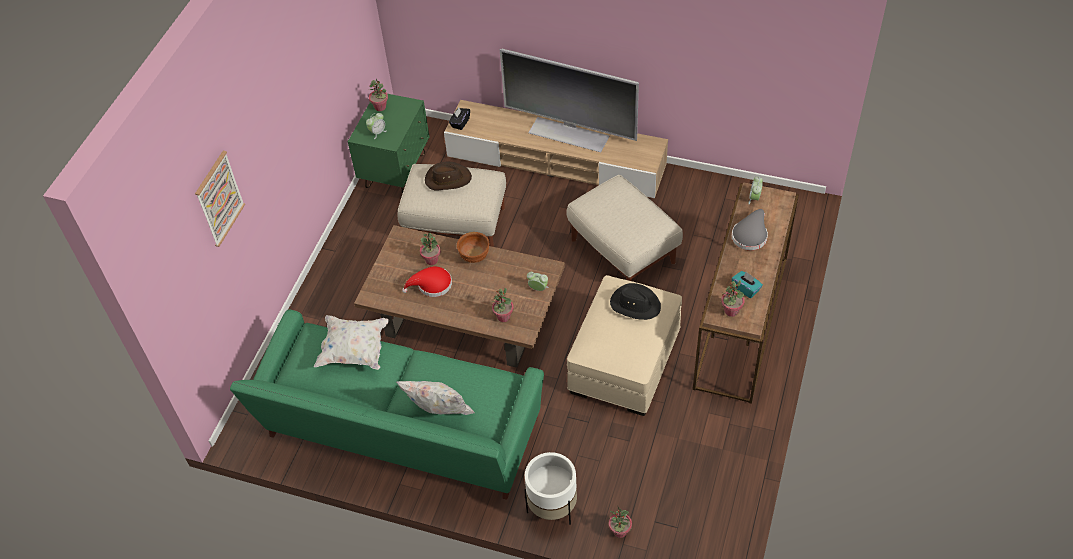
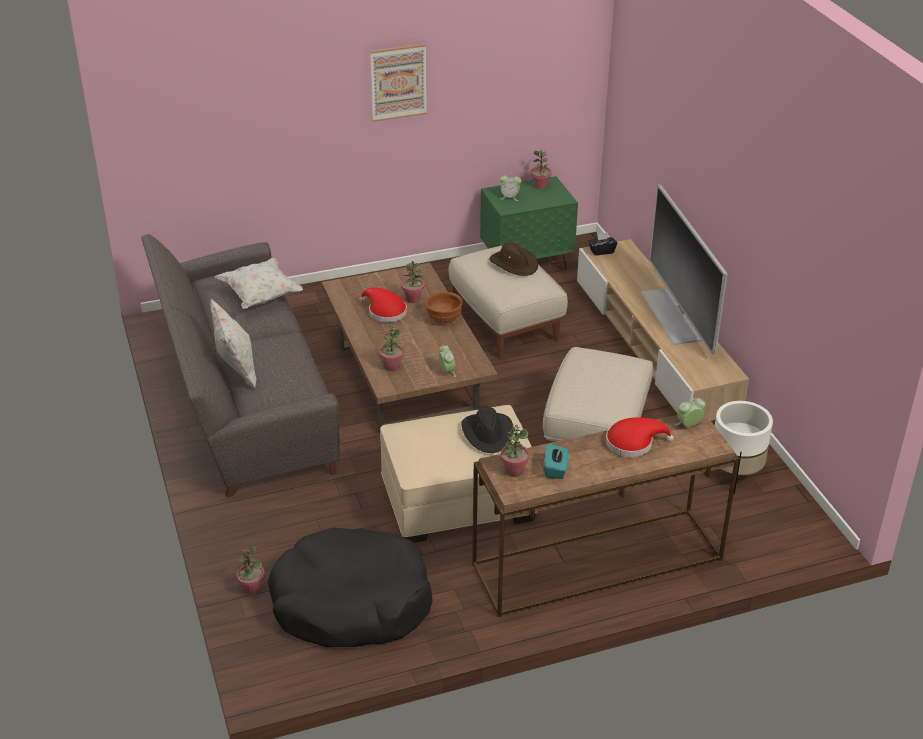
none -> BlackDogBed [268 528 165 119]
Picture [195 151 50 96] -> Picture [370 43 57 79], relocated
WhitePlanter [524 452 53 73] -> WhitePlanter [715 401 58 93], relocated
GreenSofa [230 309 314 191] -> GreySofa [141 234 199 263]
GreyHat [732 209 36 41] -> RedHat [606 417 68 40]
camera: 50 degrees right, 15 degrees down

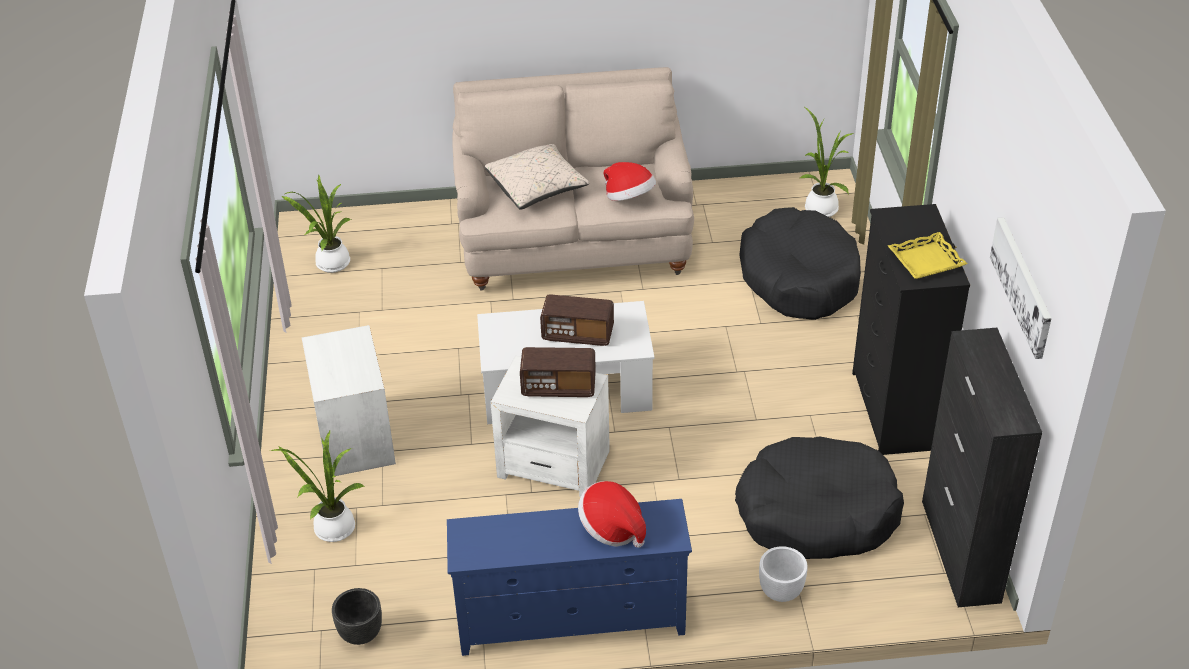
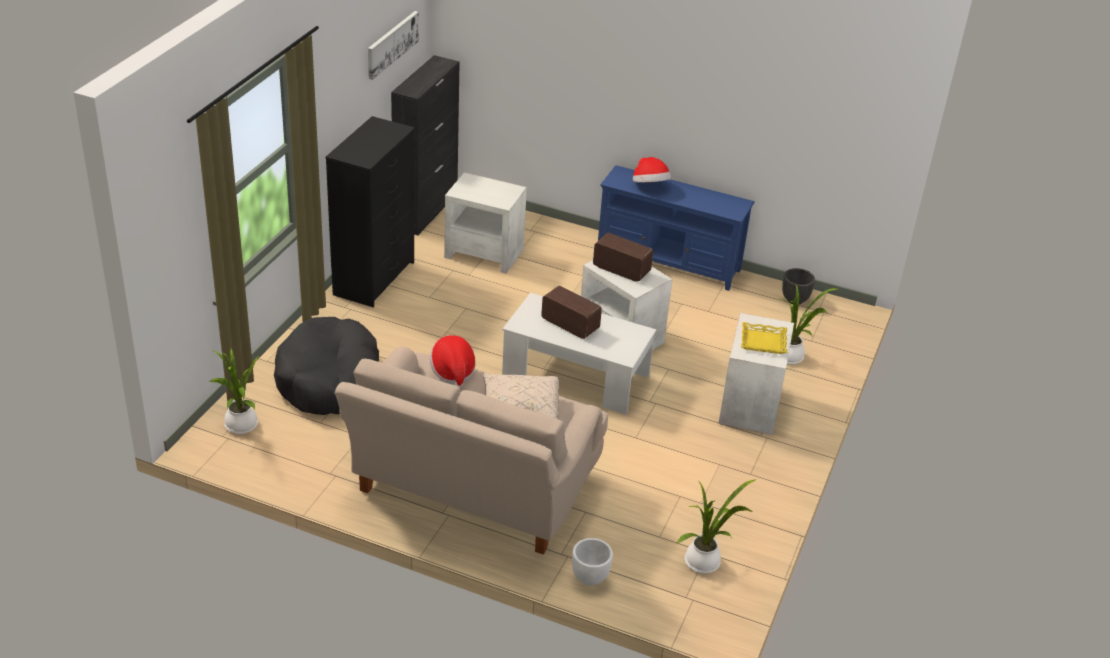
WhitePlanter [759 546 49 56] -> WhitePlanter [572 538 41 48], relocated
YellowTray [888 232 80 47] -> YellowTray [741 322 46 32], relocated
BlackDogBed [735 436 169 123] -> WhiteSideTable [444 172 83 102]
camera: 155 degrees left, 5 degrees down

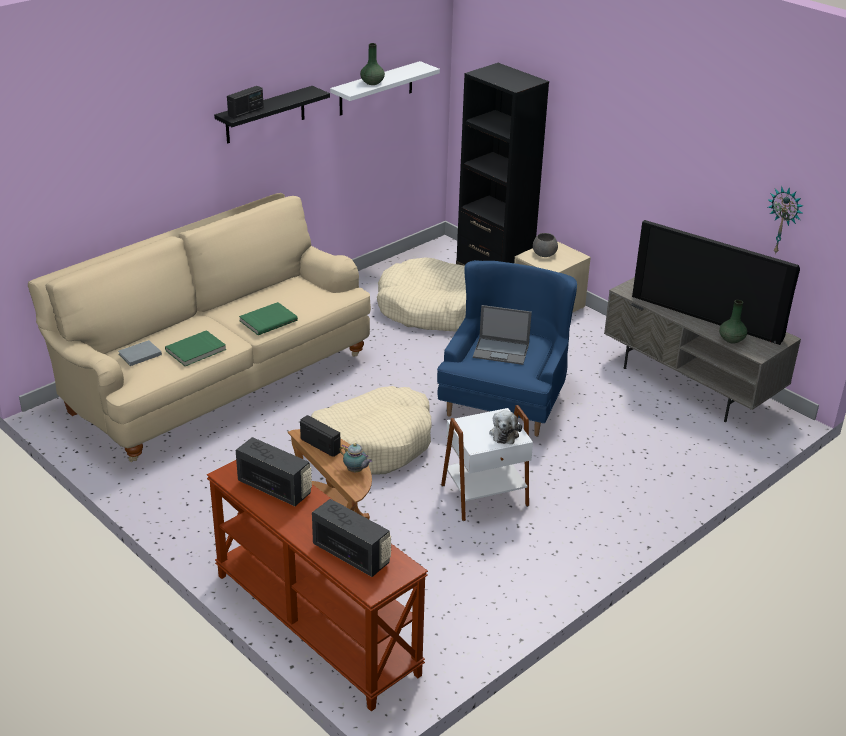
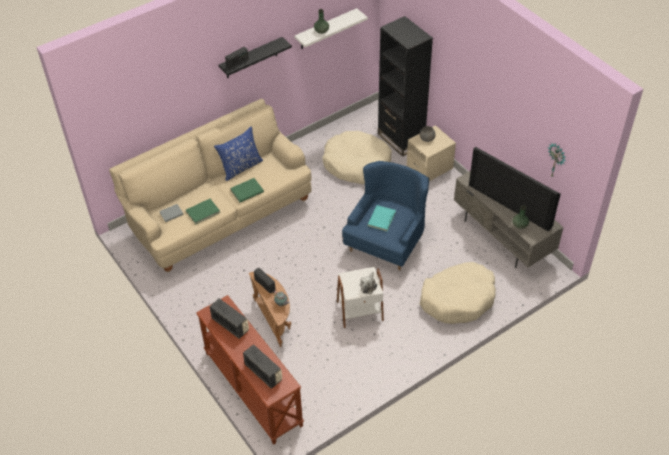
none -> BluePillow [214 127 49 54]
BeigeDogBed [311 386 120 89] -> BeigeDogBed [420 262 76 62], relocated
Laptop [473 305 59 60] -> TurquoiseBook [367 205 29 27]
camera: 10 degrees right, 15 degrees up

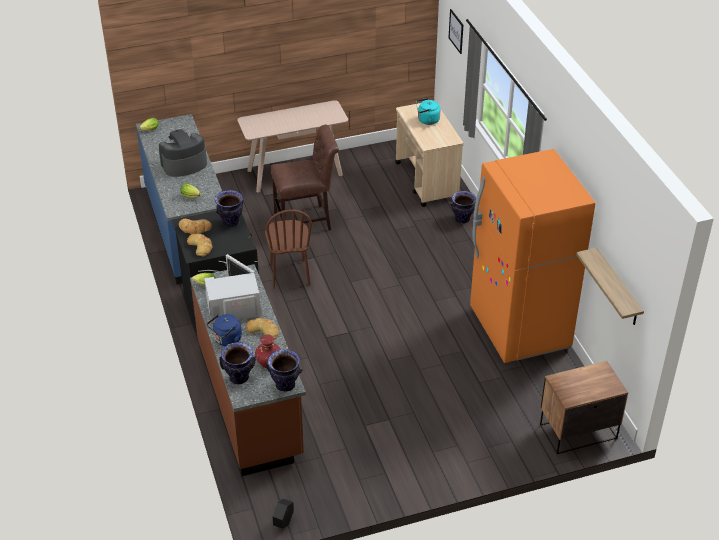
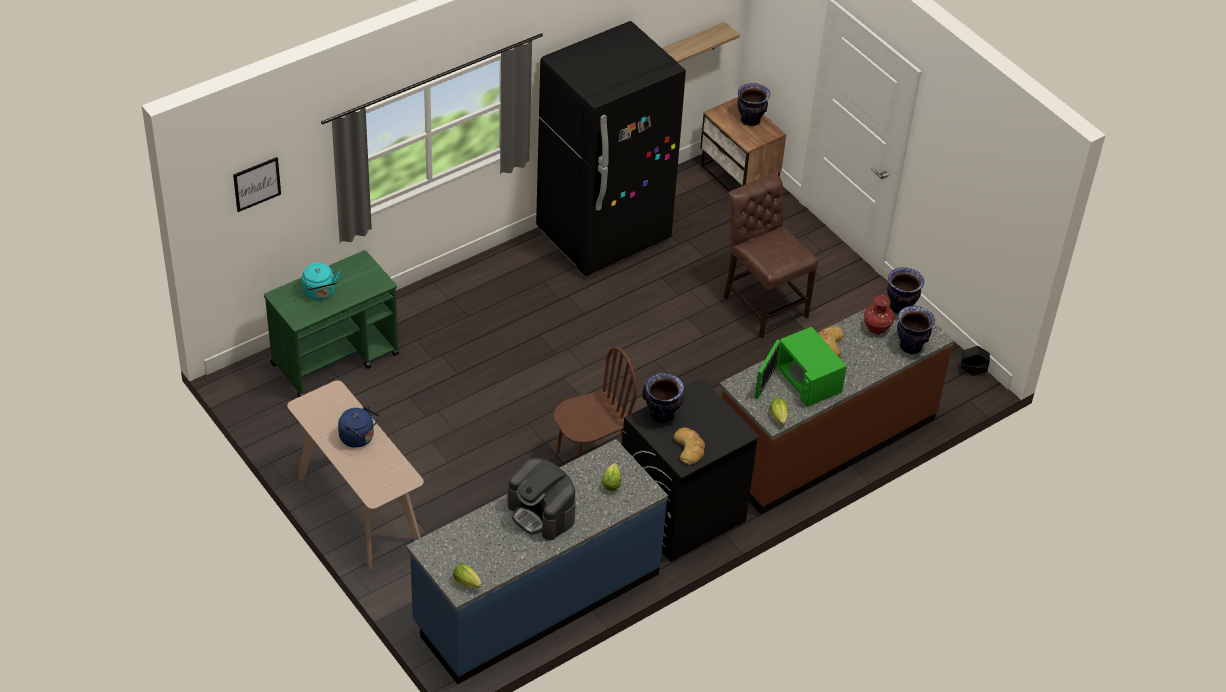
Bread [187 233 26 24] -> none
BlueKettle [207 314 35 32] -> BlueKettle [338 407 42 41], relocated
BrownChair [271 124 68 107] -> BrownChair [724 173 95 165], relocated
Vase [450 191 26 33] -> Vase [738 83 32 43], relocated
WhiteMicrowave [204 254 57 69] -> GreenMicrowave [755 327 92 80]
BeigeCart [395 103 69 104] -> GreenCart [264 250 135 147]
OrangeFridge [470 149 125 214] -> BlackFridge [536 21 150 255]
camera: 110 degrees left, 5 degrees up

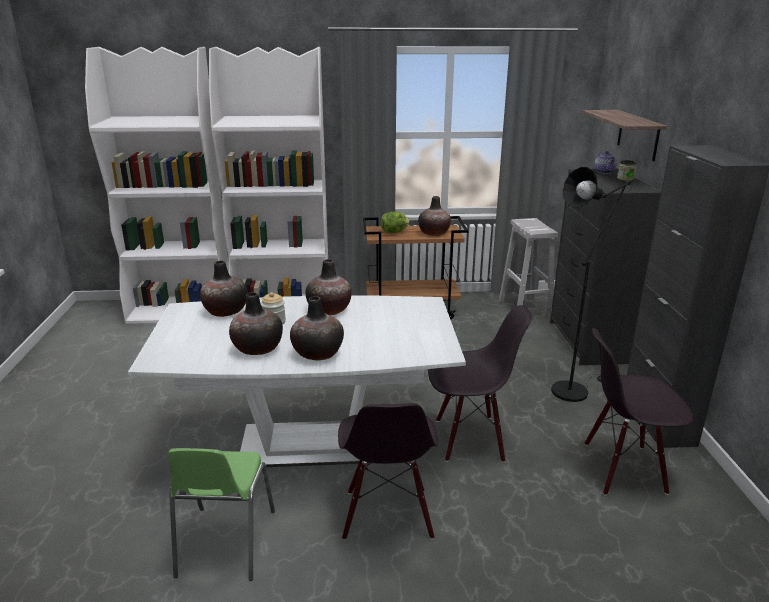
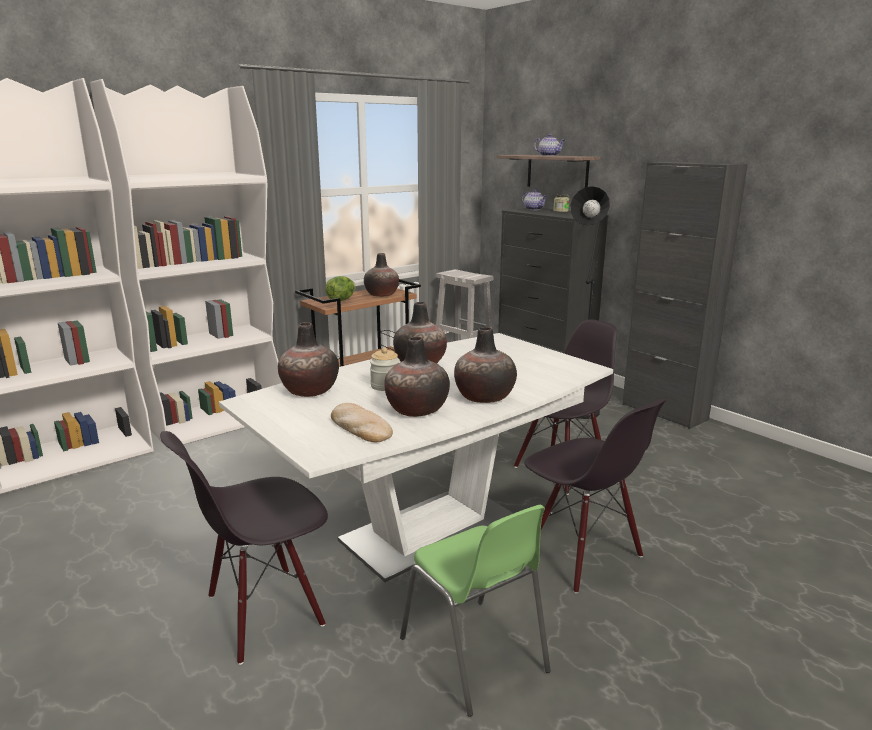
none -> Bread [331 403 62 39]
none -> Teapot [534 134 31 22]
BlackChair [584 328 110 168] -> BlackChair [160 431 168 234], relocated
camera: 35 degrees left, 5 degrees down

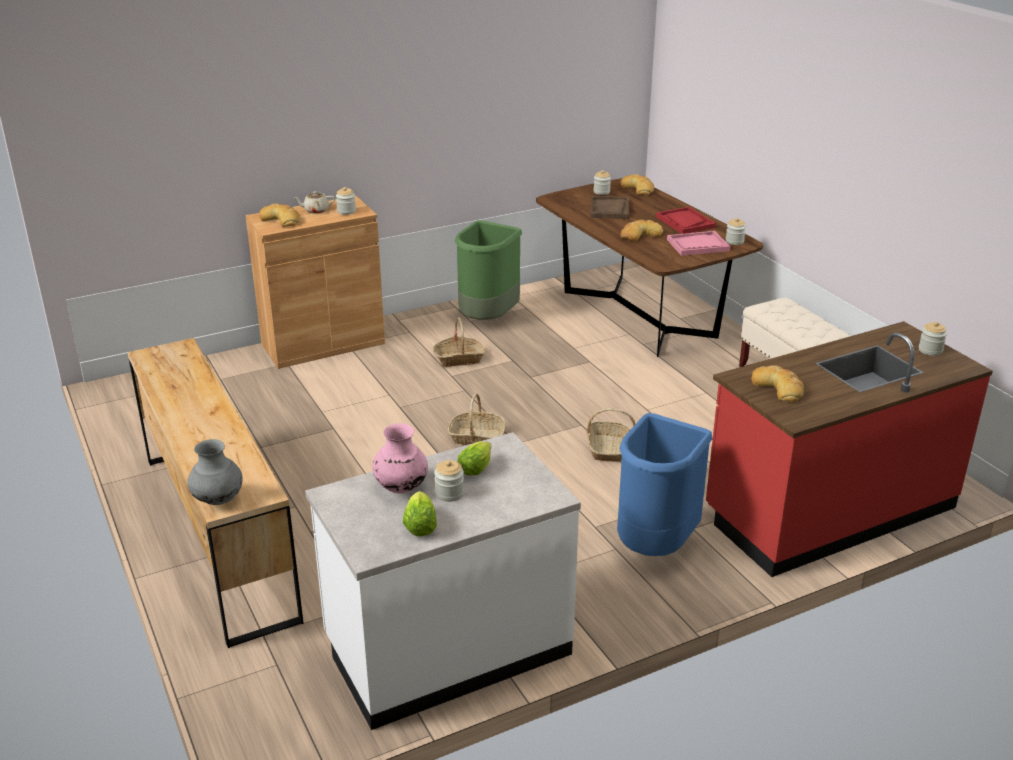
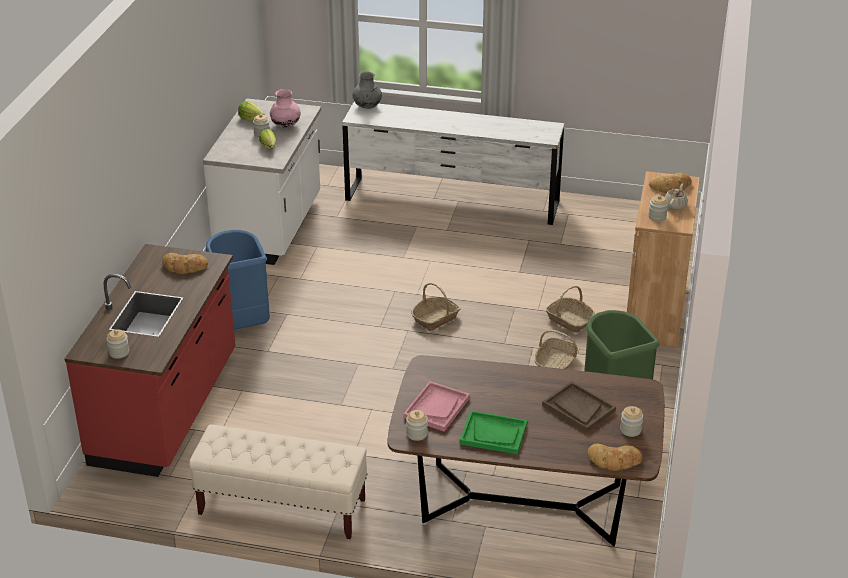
Bread [620 220 43 21] -> none
Basket [587 408 48 54] -> Basket [546 286 49 47], relocated
BrownDresser [127 338 177 310] -> WhiteDresser [342 102 222 123]
RedTray [656 207 60 27] -> GreenTray [460 410 67 44]
camera: 130 degrees right, 5 degrees up

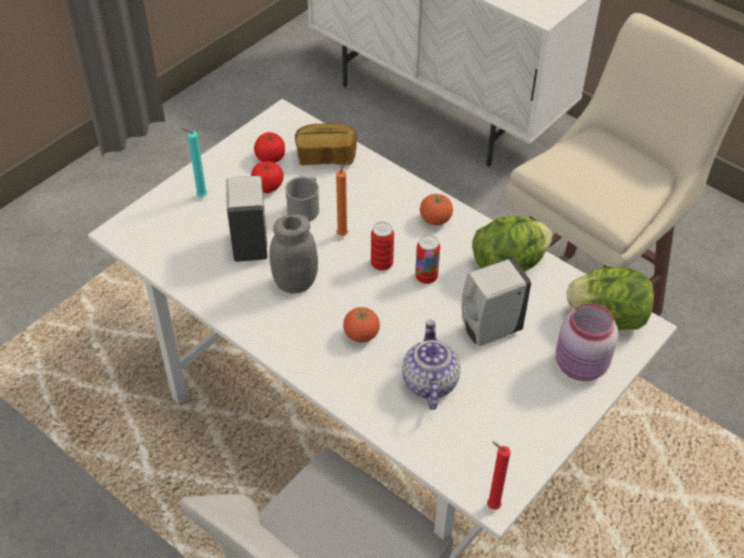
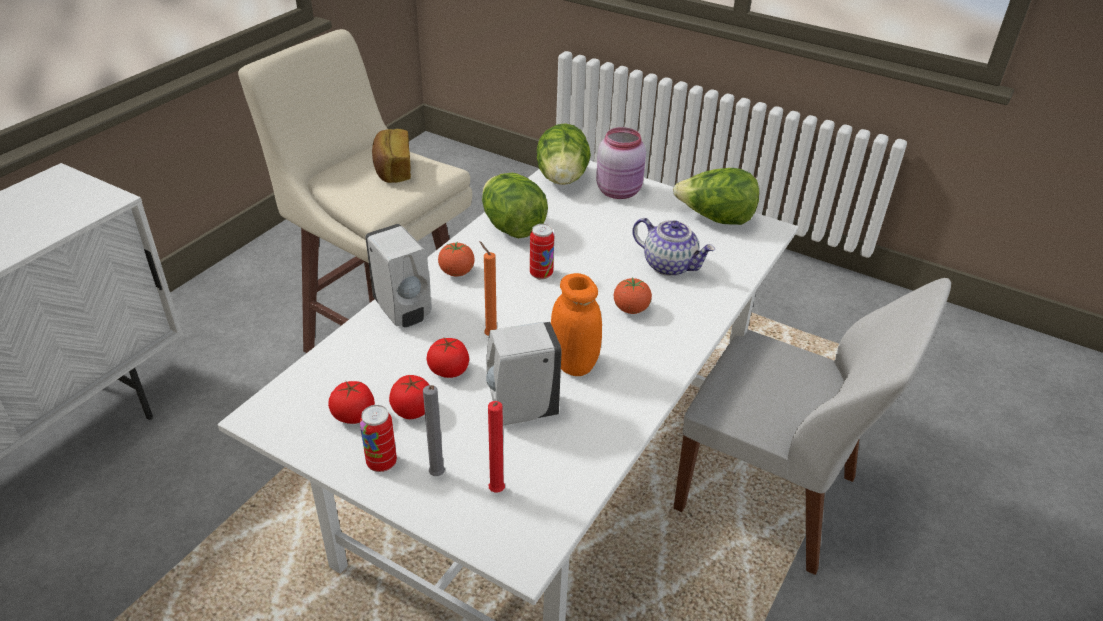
none -> Lettuce [673 168 86 57]
Bread [295 123 62 43] -> Bread [372 129 39 54], relocated
Can [371 222 23 49] -> Can [360 405 37 67], relocated
WhiteSoapDispenser [462 258 69 88] -> WhiteSoapDispenser [365 224 66 103], relocated
RedCandle [487 442 23 68] -> RedCandle [488 401 17 92], relocated
GreyMug [285 177 34 45] -> Tomato [426 338 43 40]
TurquoiseCandle [181 128 27 69] -> GreyCandle [423 385 22 91]
GreyJar [269 214 49 80] -> OrangeJar [551 273 51 103]
Teapot [402 319 59 91] -> Teapot [632 218 84 58], 135 degrees counterclockwise
camera: 100 degrees left, 10 degrees down

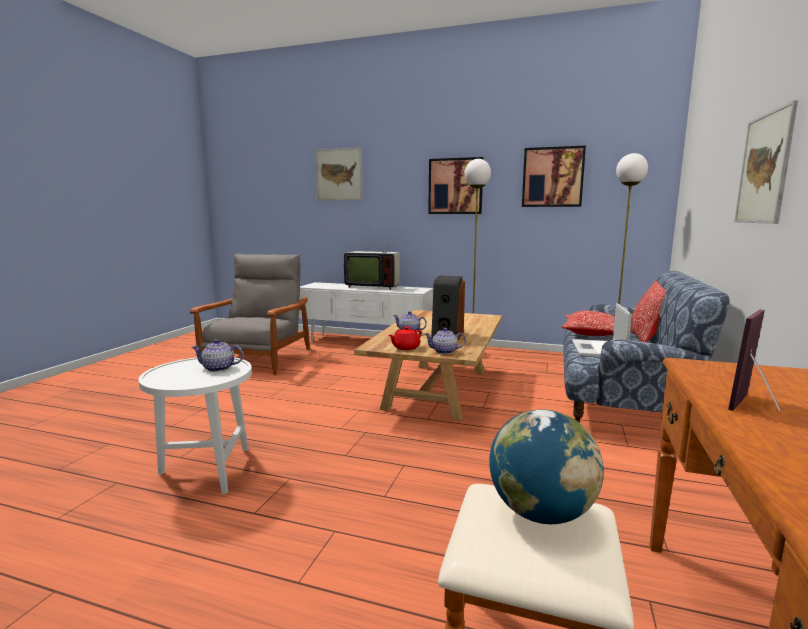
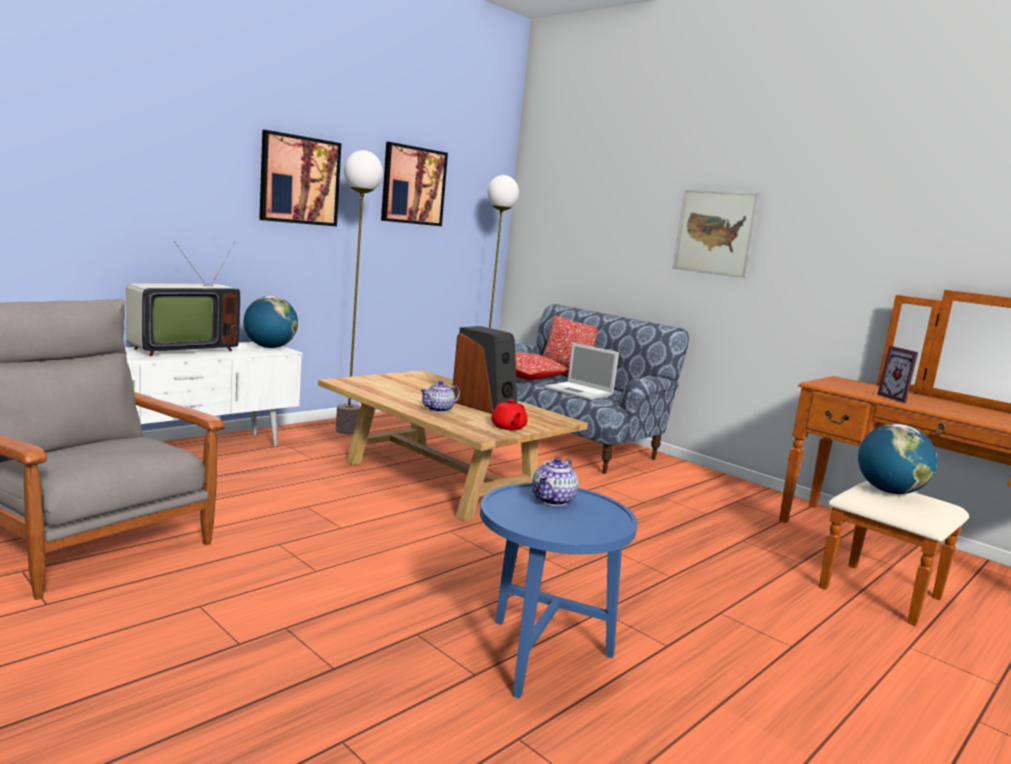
Picture [315 147 48 54] -> none
Teapot [424 328 42 26] -> none
none -> Globe [244 296 54 52]
WhiteSideTable [138 357 114 137] -> BlueSideTable [480 483 157 216]
camera: 65 degrees left, 0 degrees up

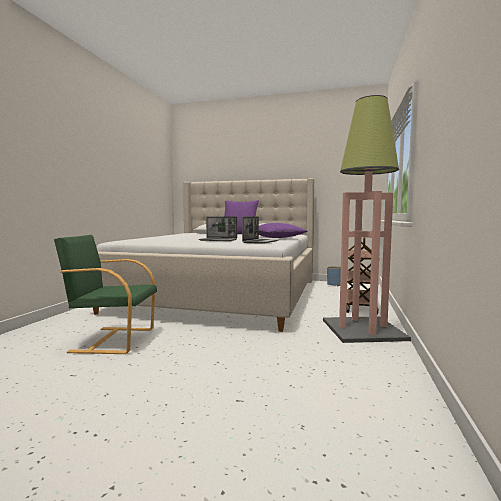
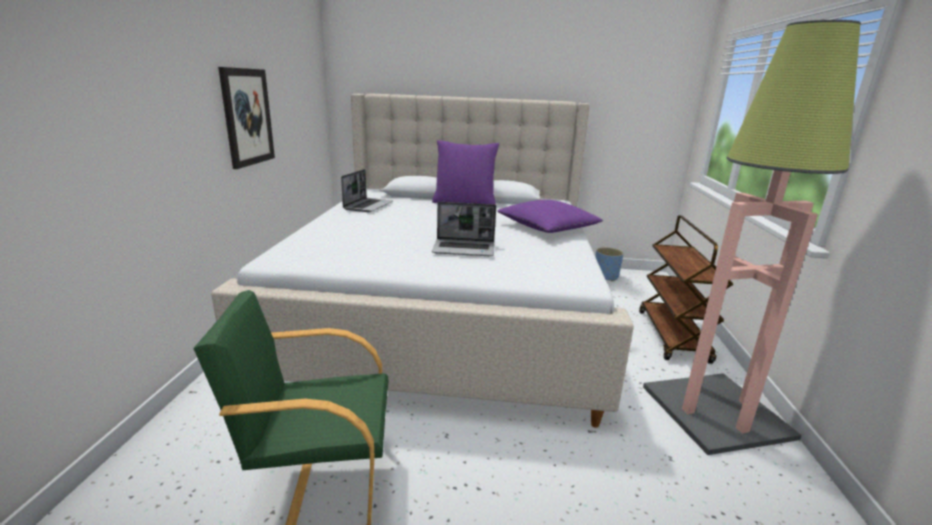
none -> Picture [218 67 57 102]
Laptop [242 217 38 27] -> Laptop [341 169 52 43], relocated
camera: 10 degrees left, 15 degrees up

